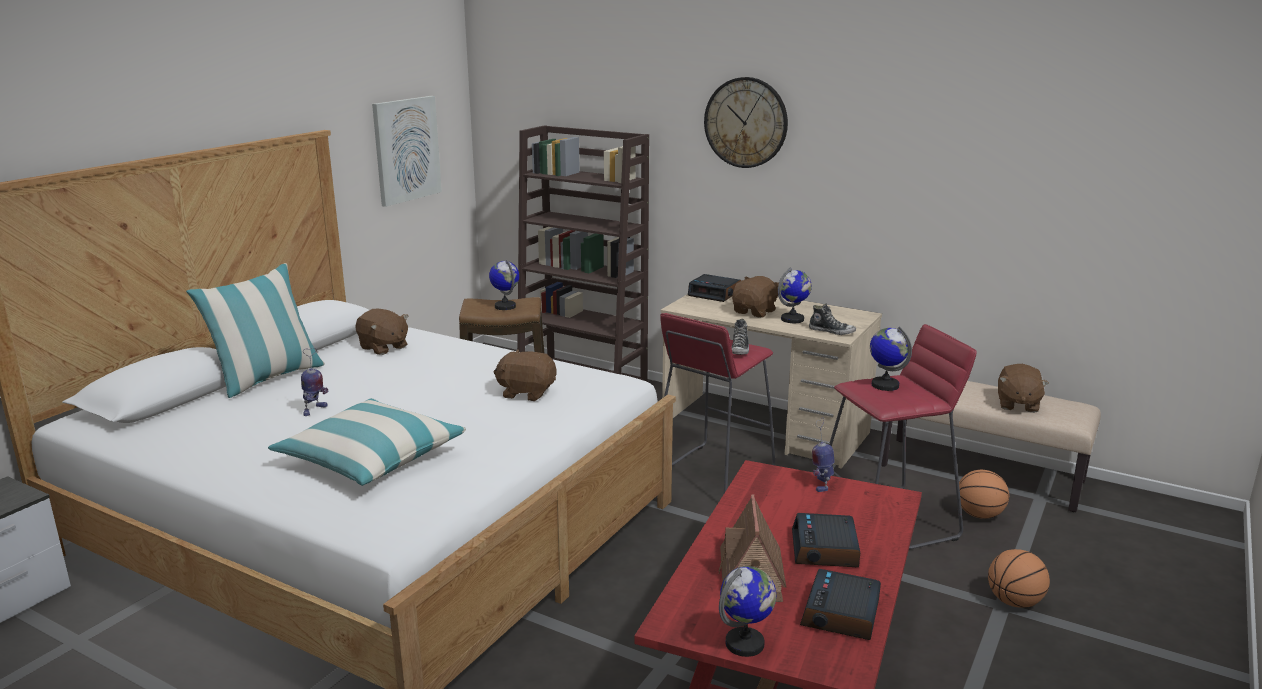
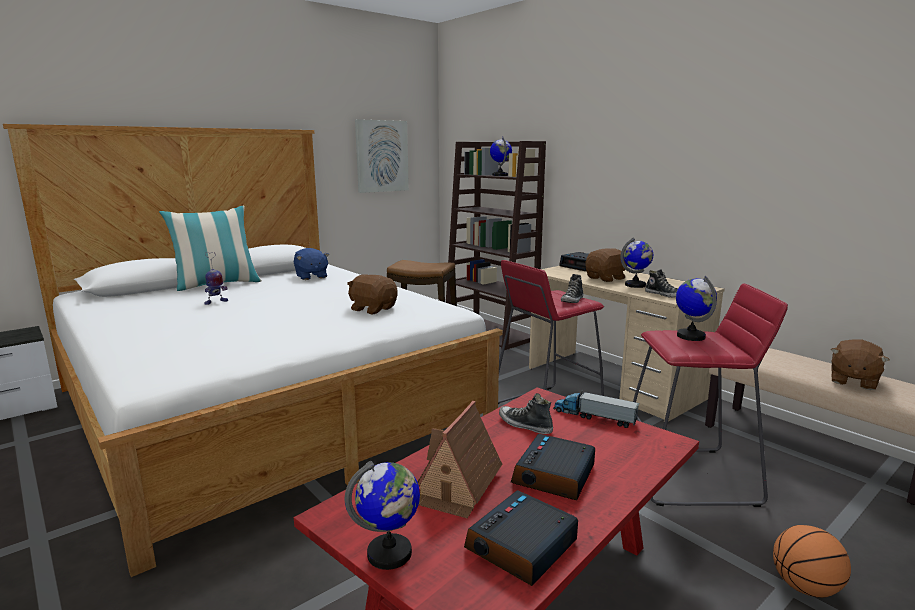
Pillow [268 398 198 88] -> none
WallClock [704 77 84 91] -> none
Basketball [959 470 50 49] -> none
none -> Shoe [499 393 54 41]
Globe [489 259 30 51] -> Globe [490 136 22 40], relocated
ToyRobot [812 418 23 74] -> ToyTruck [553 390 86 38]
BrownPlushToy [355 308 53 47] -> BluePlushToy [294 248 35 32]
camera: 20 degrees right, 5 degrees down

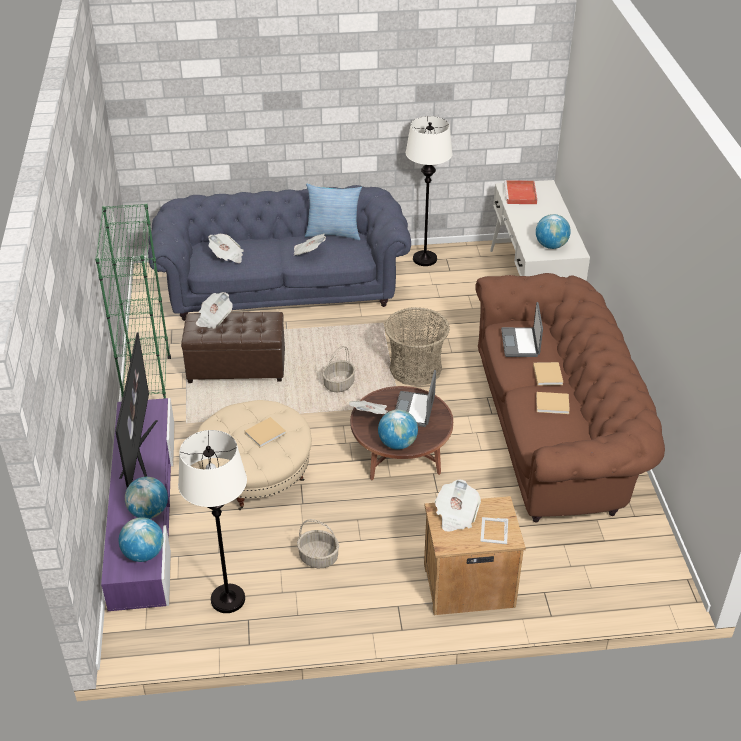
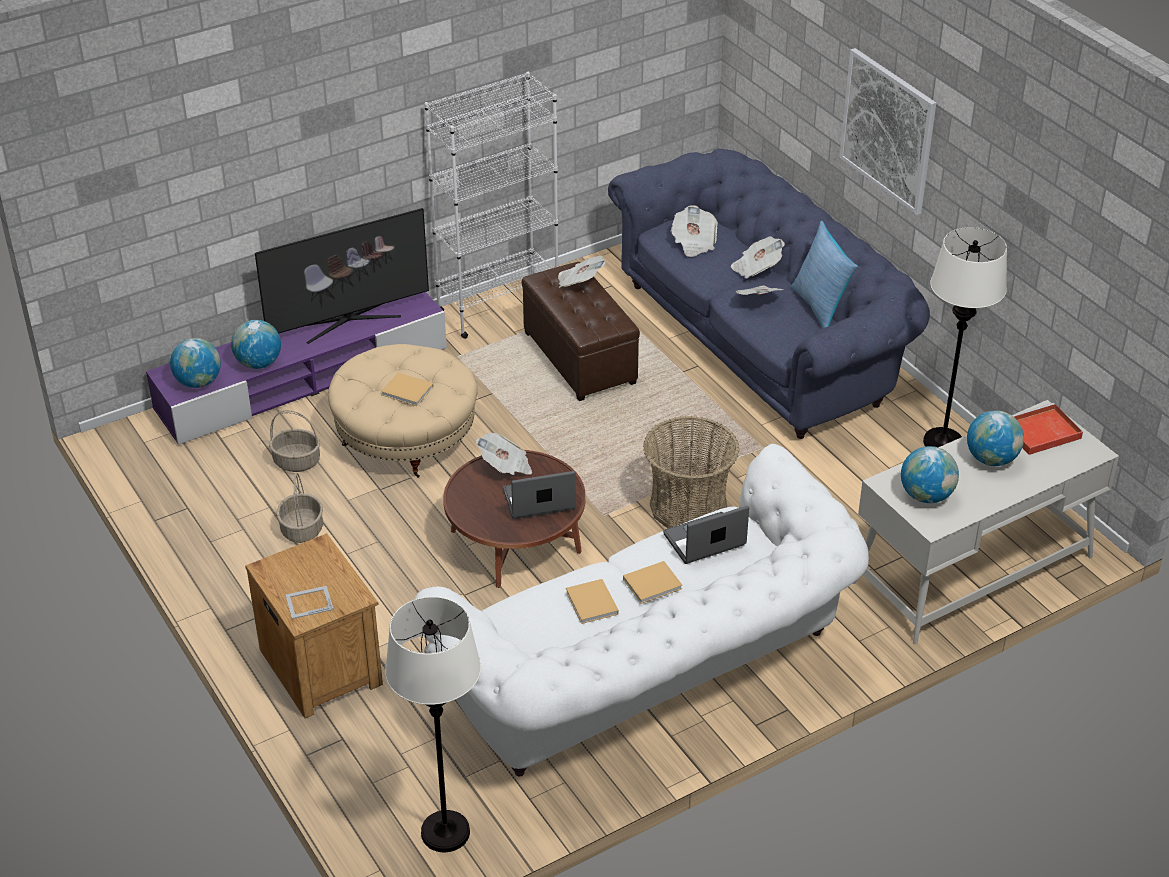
none -> Picture [839 48 97 167]
WhiteFloorLamp [178 430 69 183] -> WhiteFloorLamp [385 597 96 255], relocated
Basket [322 346 33 46] -> Basket [269 410 51 62], relocated
Globe [378 410 40 40] -> Globe [967 410 57 56], relocated
Newspaper [435 479 46 52] -> Newspaper [731 236 54 43], relocated
GreenBookcase [95 203 76 195] -> WhiteBookcase [424 72 134 267]
BrownSofa [475 273 190 249] -> WhiteSofa [414 444 455 332]
camera: 65 degrees right, 0 degrees up

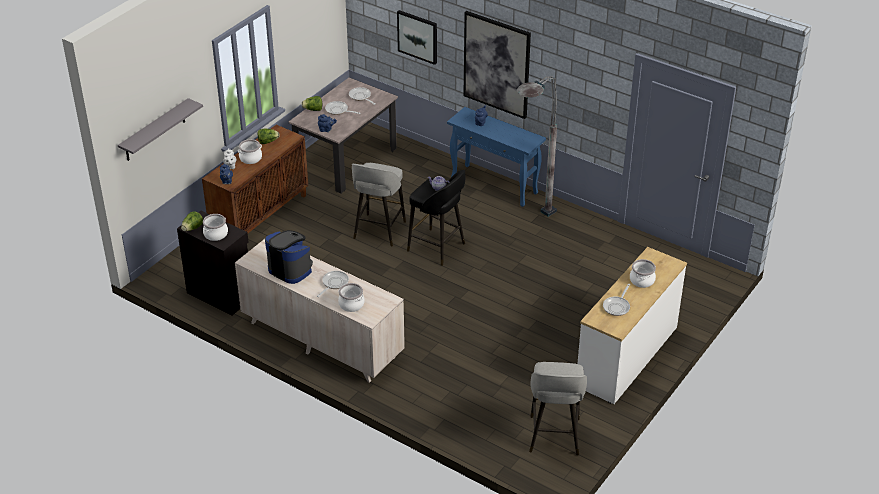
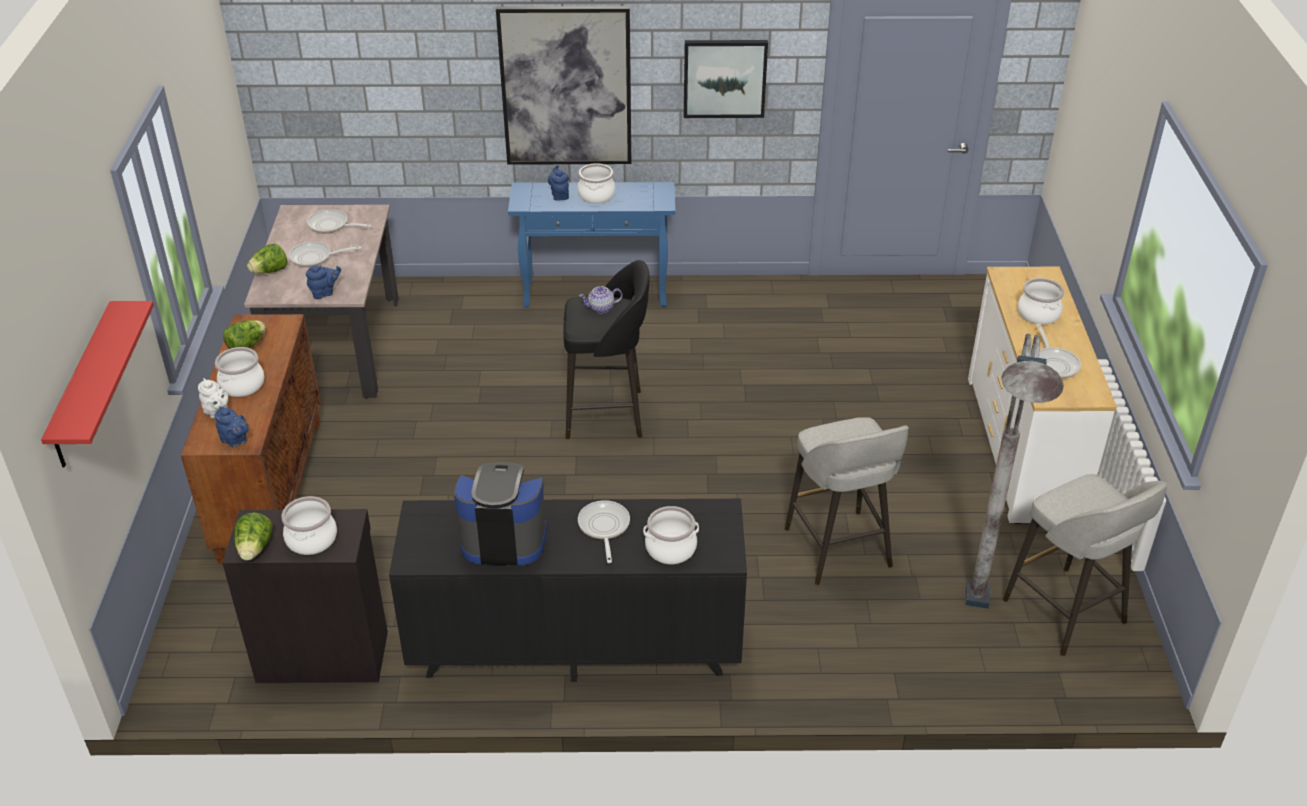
none -> CookingPot [577 163 38 41]
GreyStool [352 163 54 83] -> GreyStool [785 417 124 168], relocated
Picture [397 10 40 55] -> Picture [684 40 84 78], relocated
GreyFloorLamp [517 76 40 141] -> GreyFloorLamp [965 334 99 275], relocated
GreyShelf [118 98 85 63] -> RedShelf [41 301 113 167]
BeigeDresser [235 239 170 144] -> BlackDresser [389 499 358 183]
camera: 35 degrees left, 0 degrees up

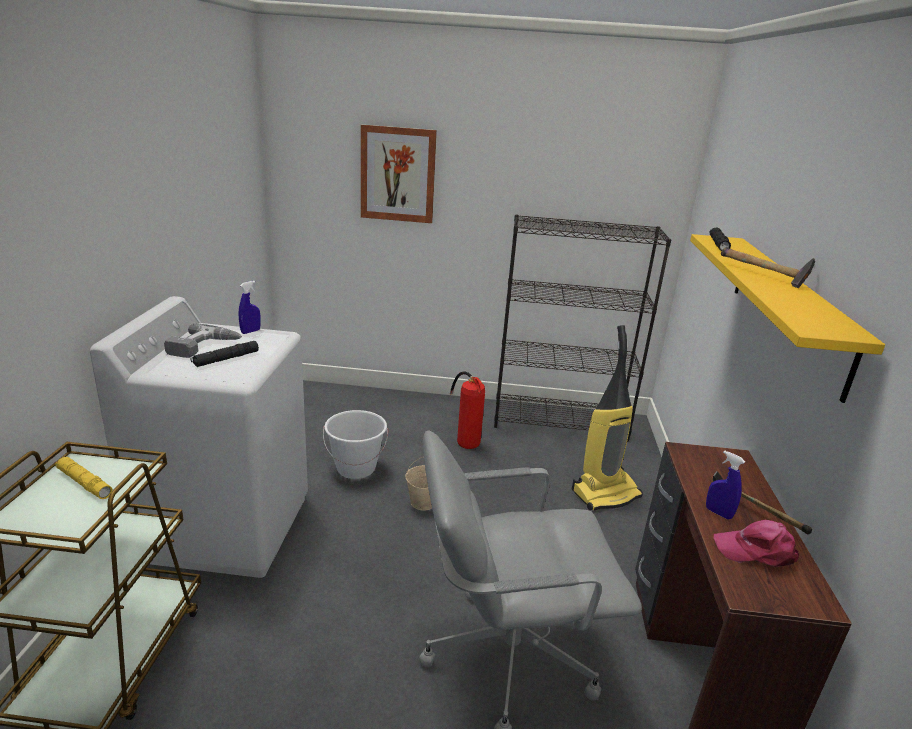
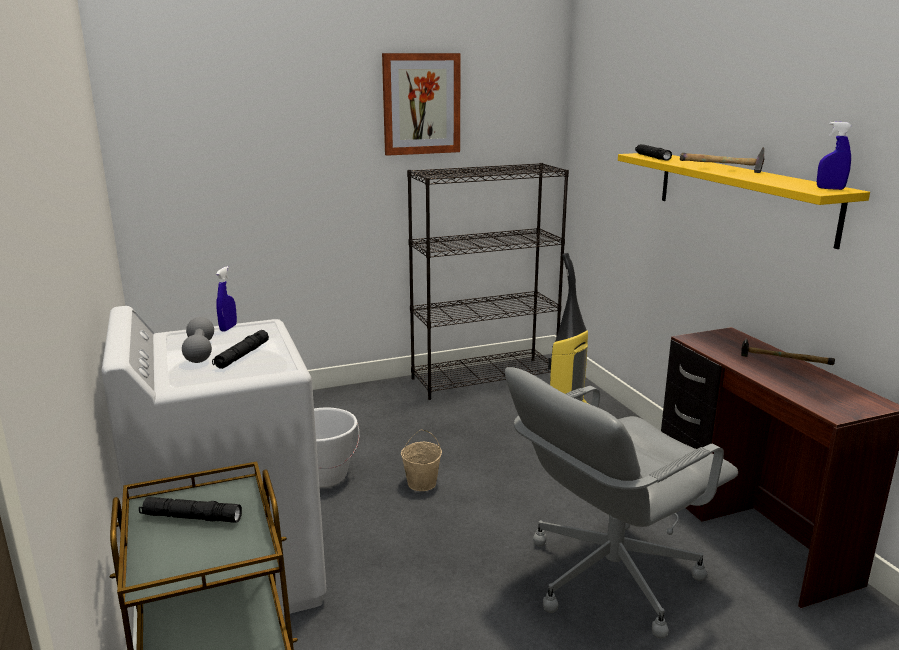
FireExtinguisher [450 371 35 78] -> none
PinkCap [714 520 85 47] -> none
Picture [361 125 76 98] -> Picture [382 53 79 103], relocated
BlueSprayBottle [706 450 39 69] -> BlueSprayBottle [817 121 35 69], relocated
PowerDrill [164 324 78 34] -> GreyDumbbell [182 317 32 46]
YellowFlashlight [55 457 58 42] -> BlackFlashlight [139 497 103 26]
camera: 25 degrees left, 5 degrees down

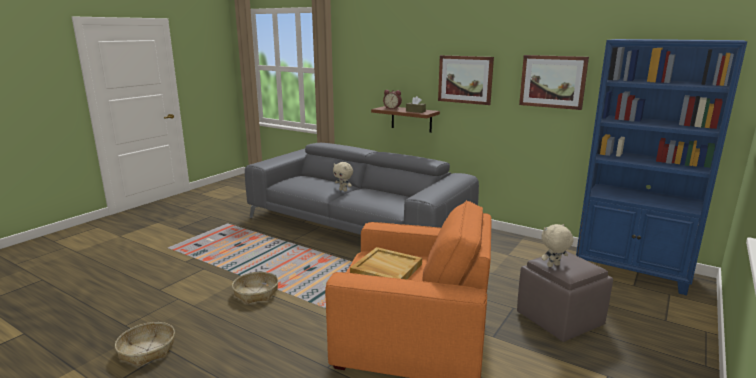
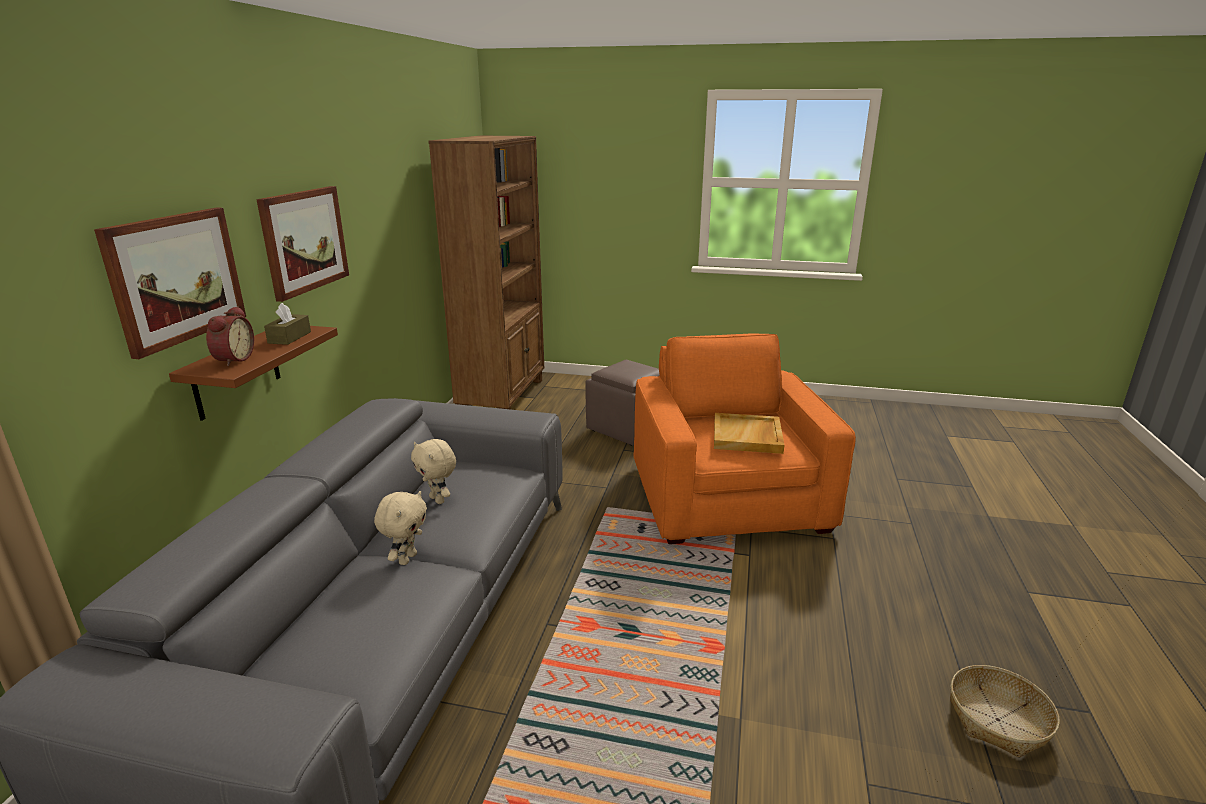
Basket [232 272 46 32] -> none
Picture [519 55 70 55] -> Picture [94 207 152 152], relocated
BeigePlushToy [541 224 33 43] -> BeigePlushToy [411 439 45 65], relocated
BlueBookcase [576 39 171 256] -> BrownBookcase [428 136 116 273]
camera: 110 degrees left, 5 degrees up

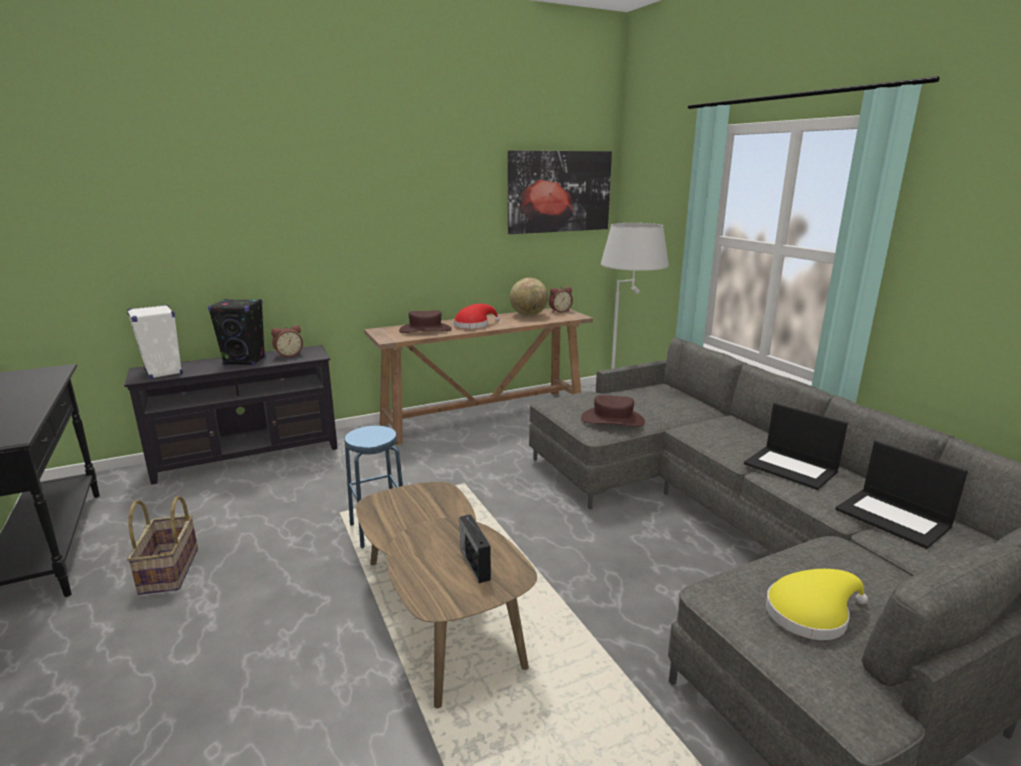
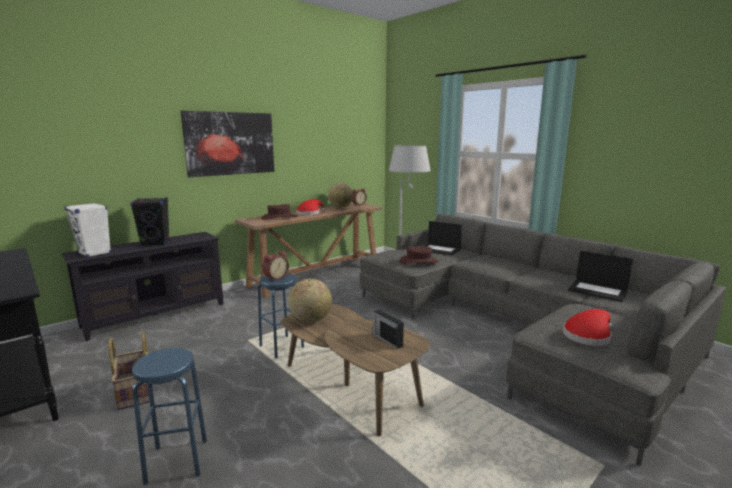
none -> BlueStool [132 348 75 137]
none -> Globe [288 279 44 44]
AlarmClock [271 325 32 33] -> AlarmClock [262 251 27 30], relocated
Picture [508 150 104 84] -> Picture [180 111 94 66], relocated
Laptop [744 403 104 87] -> Laptop [423 221 39 35], relocated
YellowHat [766 569 102 71] -> RedHat [563 309 49 37]
camera: 15 degrees left, 5 degrees down

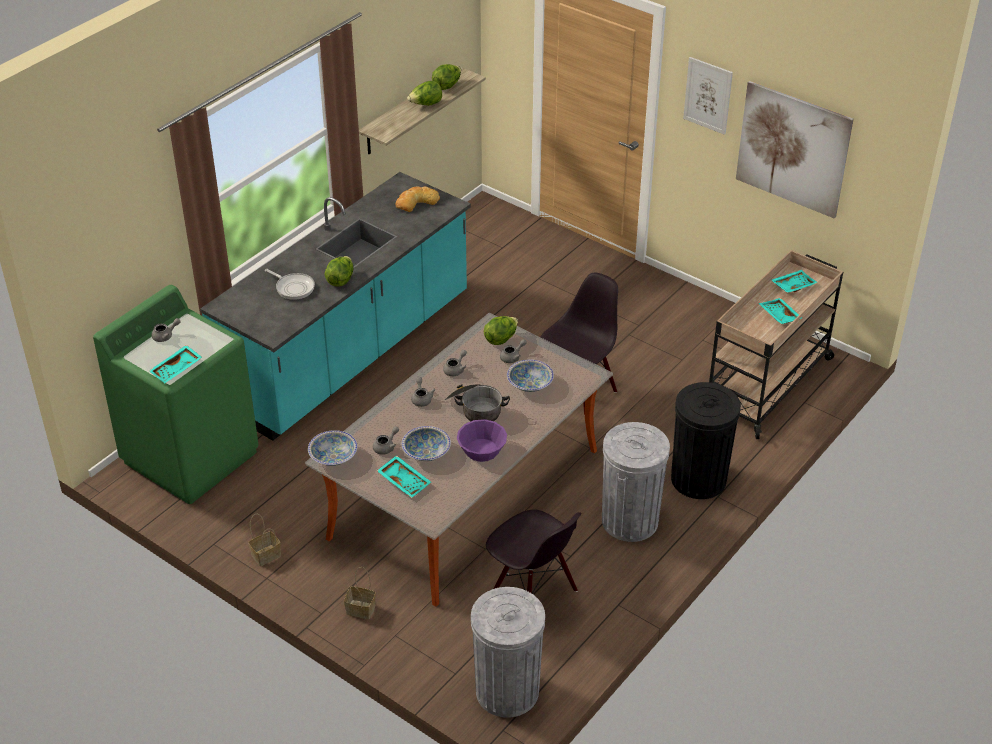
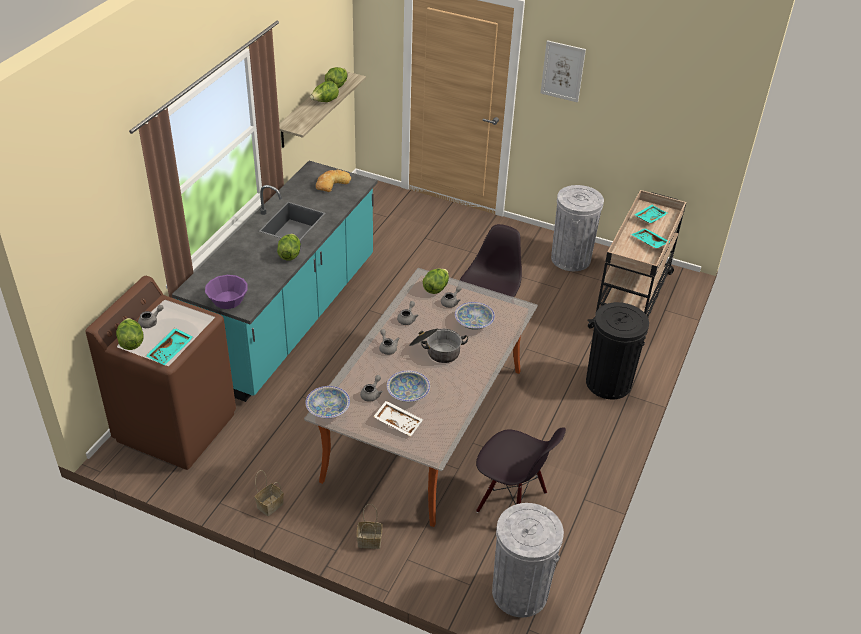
FryingPan [265 269 50 31] -> none
Picture [736 81 118 137] -> none
none -> Lettuce [116 318 28 32]
PurpleBowl [457 419 50 43] -> PurpleBowl [205 275 43 34], relocated
GreyTrashCan [602 422 68 120] -> GreyTrashCan [551 185 53 86], relocated
GreenWashingMachine [93 285 166 219] -> BrownWashingMachine [86 276 150 194]
TurquoiseTray [377 455 54 43] -> WhiteTray [373 401 50 36]
camera: 15 degrees left, 0 degrees up

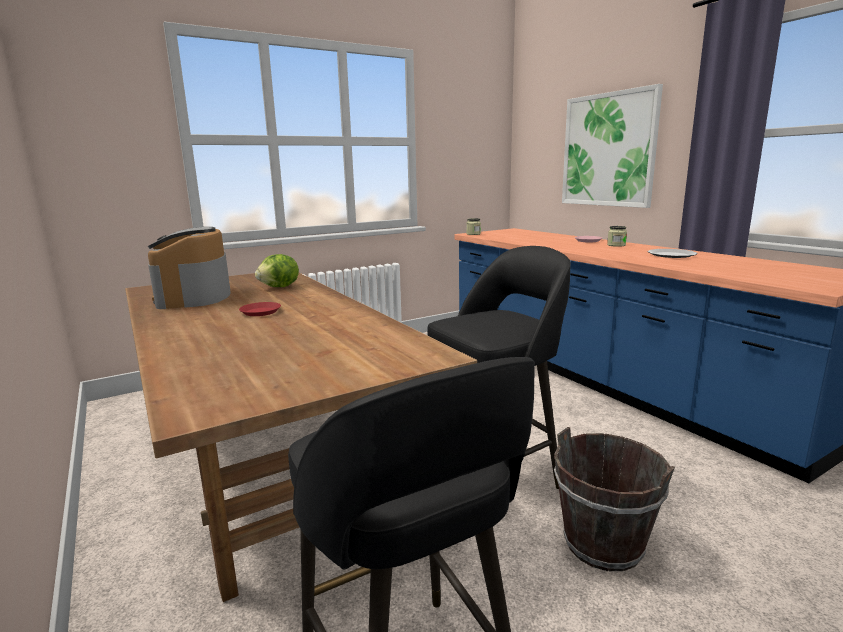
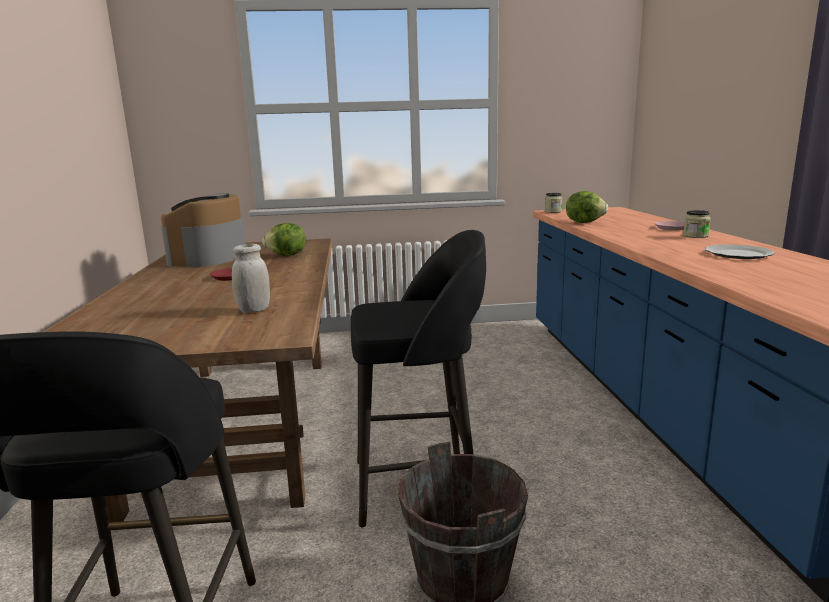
Picture [562 84 101 124] -> none
none -> WhiteJar [232 244 38 69]
none -> Lettuce [566 191 42 32]
camera: 25 degrees right, 0 degrees up

